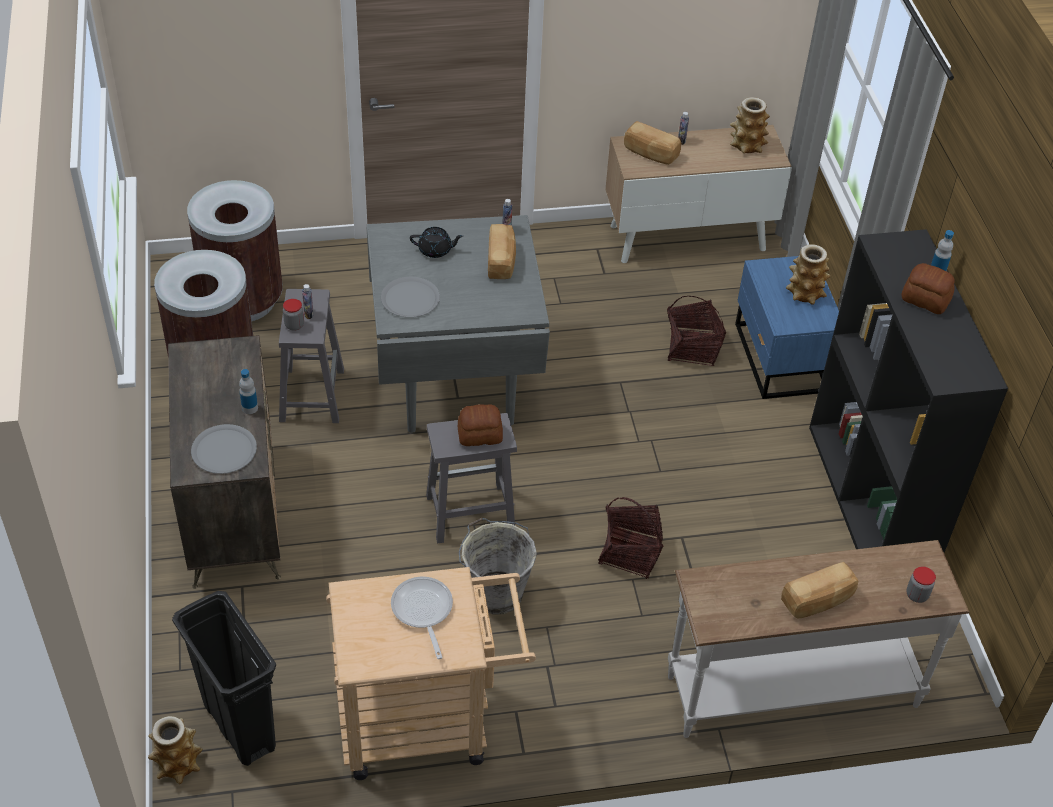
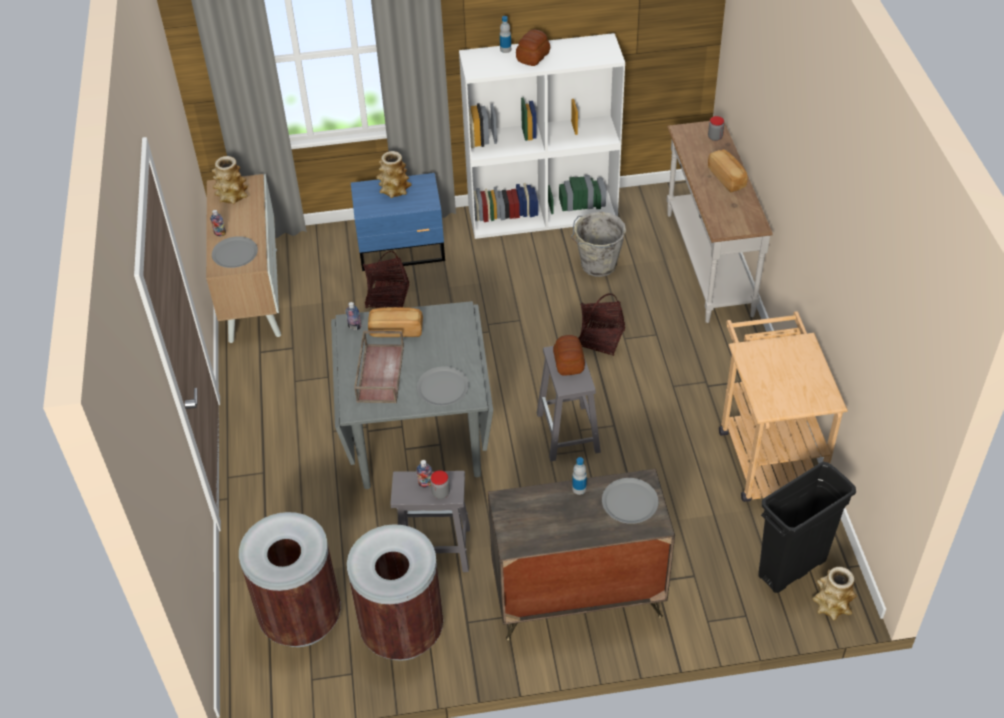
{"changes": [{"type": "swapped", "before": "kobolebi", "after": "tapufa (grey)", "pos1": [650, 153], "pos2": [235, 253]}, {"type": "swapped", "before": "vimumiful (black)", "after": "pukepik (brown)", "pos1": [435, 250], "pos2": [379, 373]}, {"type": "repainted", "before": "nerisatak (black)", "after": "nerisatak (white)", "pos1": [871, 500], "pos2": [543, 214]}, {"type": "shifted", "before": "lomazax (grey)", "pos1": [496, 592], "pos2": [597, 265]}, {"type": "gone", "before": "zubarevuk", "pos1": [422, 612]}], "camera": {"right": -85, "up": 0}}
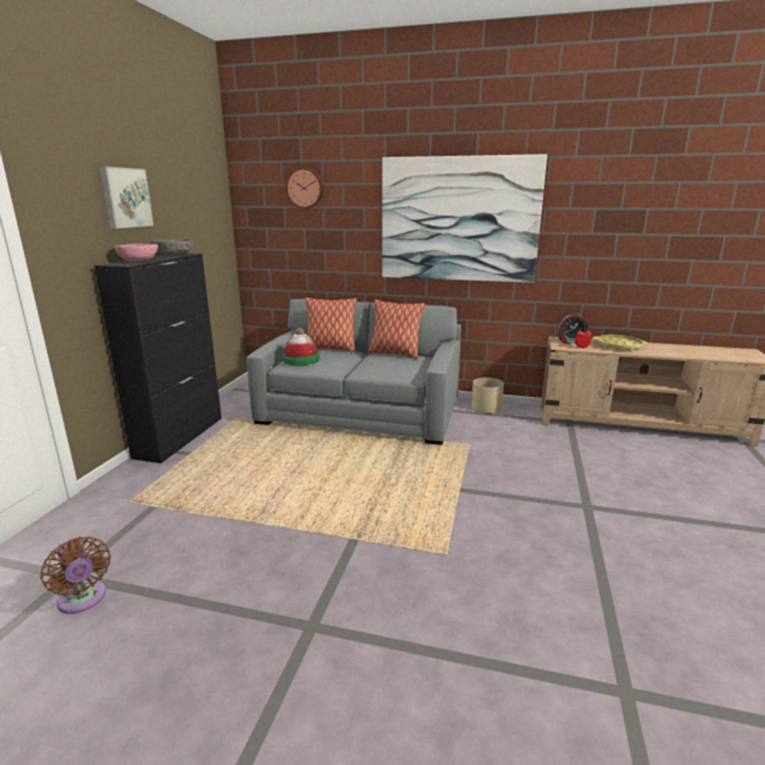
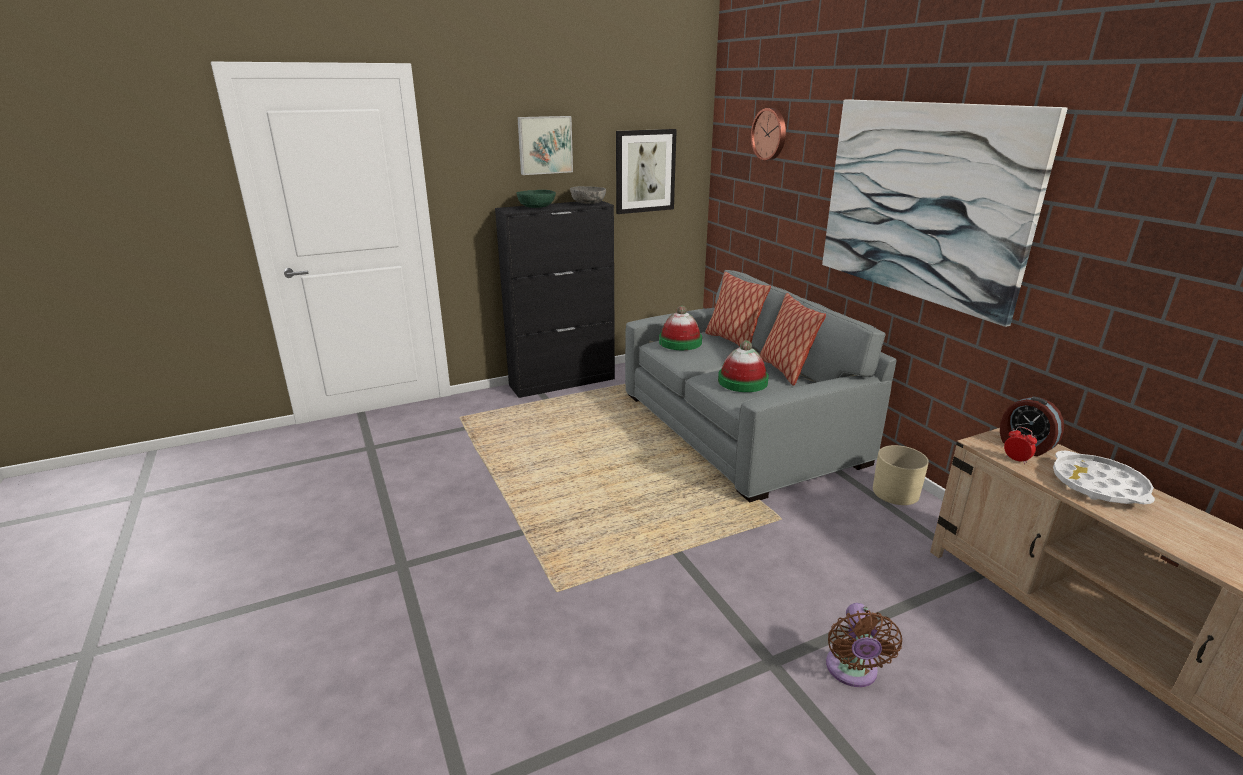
{"changes": [{"type": "repainted", "before": "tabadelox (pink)", "after": "tabadelox (green)", "pos1": [138, 260], "pos2": [537, 207]}, {"type": "repainted", "before": "pukepik (yellow)", "after": "pukepik (white)", "pos1": [618, 346], "pos2": [1098, 485]}, {"type": "shifted", "before": "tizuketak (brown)", "pos1": [83, 600], "pos2": [852, 672]}, {"type": "new", "after": "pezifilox", "pos2": [645, 171]}, {"type": "new", "after": "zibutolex", "pos2": [742, 381]}], "camera": {"right": 50, "up": 5}}
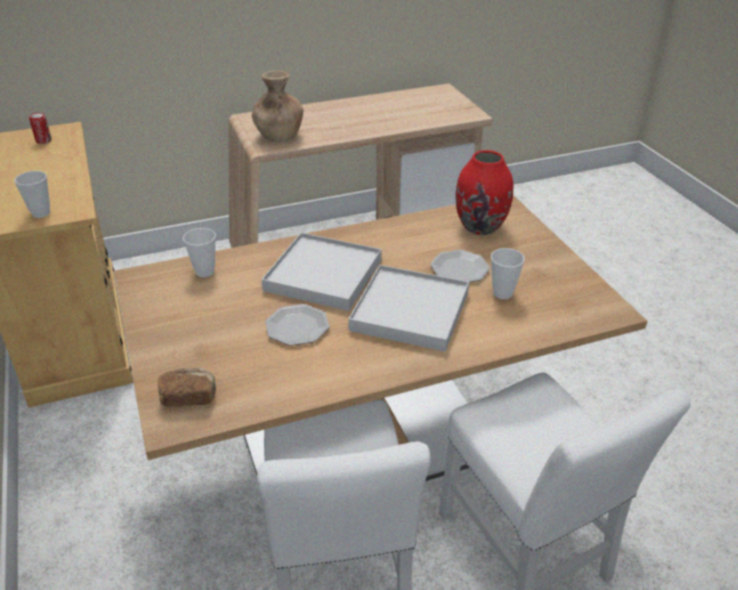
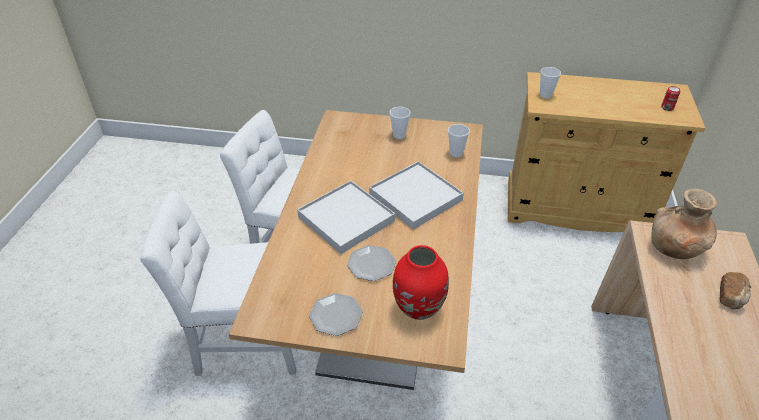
{"changes": [{"type": "shifted", "before": "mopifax", "pos1": [502, 293], "pos2": [399, 135]}, {"type": "shifted", "before": "tapufa", "pos1": [296, 327], "pos2": [336, 315]}, {"type": "shifted", "before": "kobolebi", "pos1": [188, 397], "pos2": [731, 297]}], "camera": {"right": 120, "up": 5}}
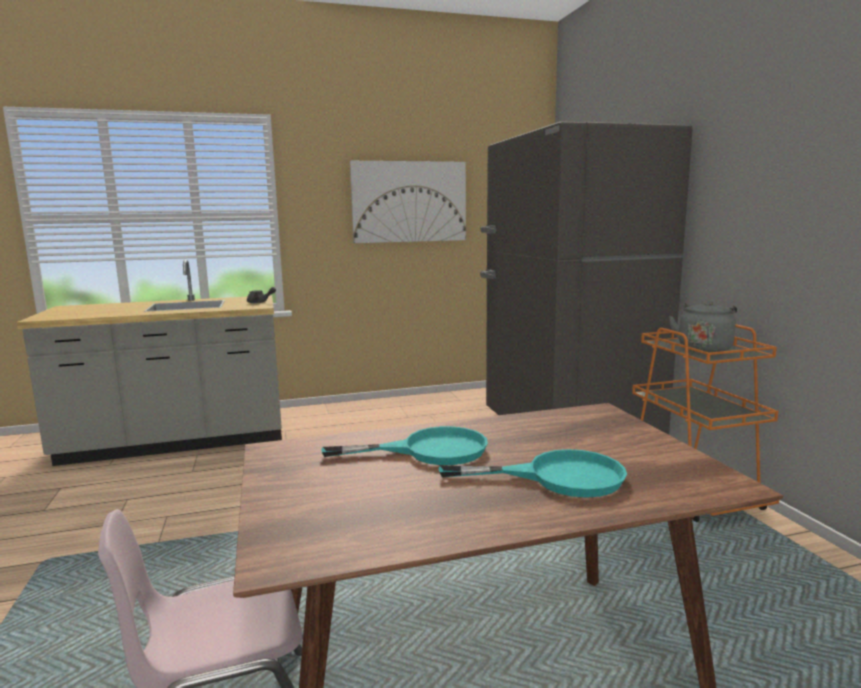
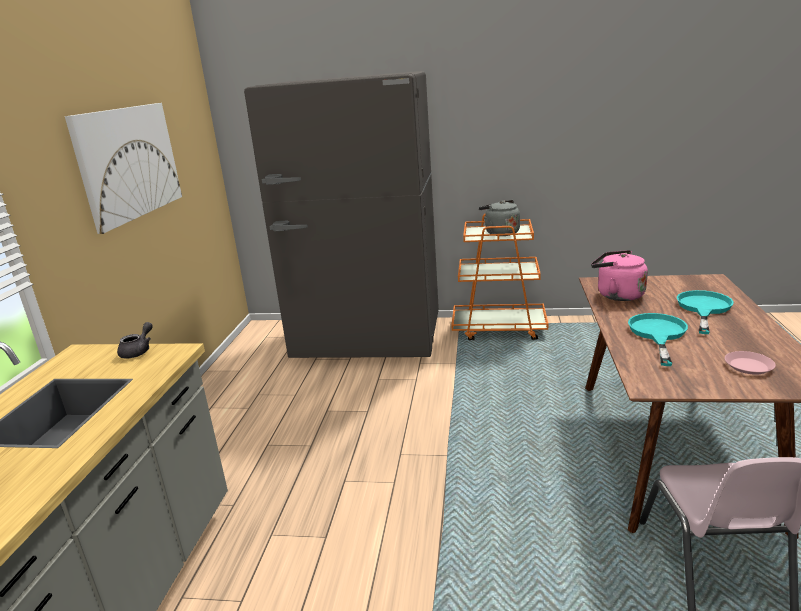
{"changes": [{"type": "new", "after": "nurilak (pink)", "pos2": [617, 295]}, {"type": "new", "after": "tapufa (pink)", "pos2": [748, 366]}], "camera": {"right": -65, "up": 10}}
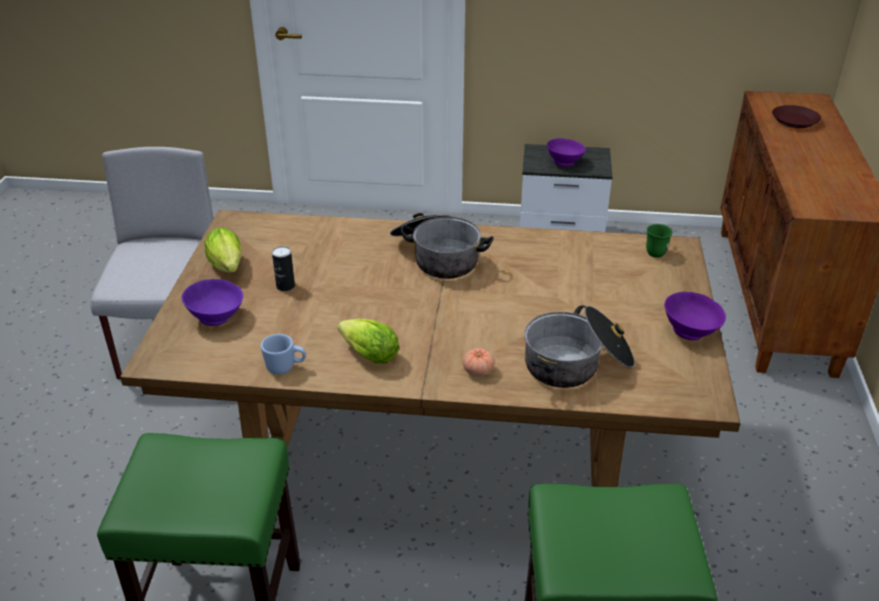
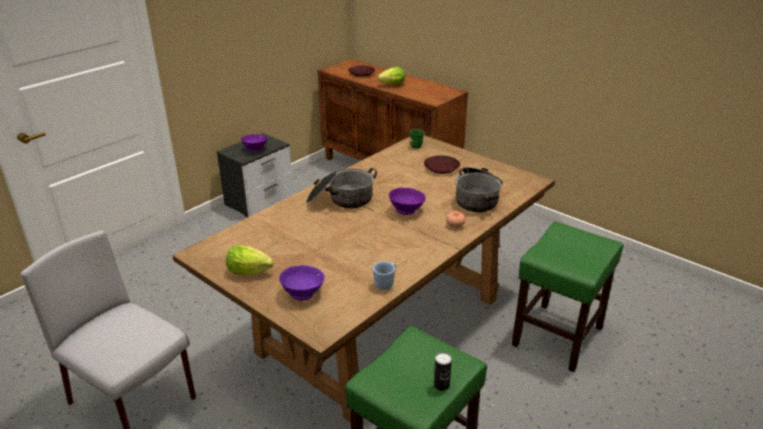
{"changes": [{"type": "shifted", "before": "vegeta", "pos1": [285, 286], "pos2": [441, 385]}, {"type": "shifted", "before": "tabadelox (purple)", "pos1": [690, 332], "pos2": [407, 210]}, {"type": "shifted", "before": "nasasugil", "pos1": [367, 354], "pos2": [391, 85]}, {"type": "new", "after": "tapufa (brown)", "pos2": [441, 167]}], "camera": {"right": -55, "up": -5}}
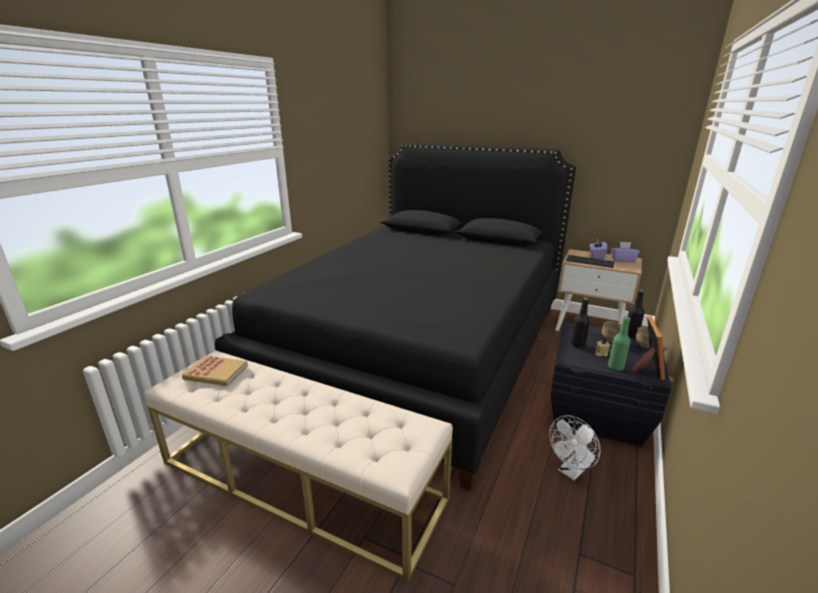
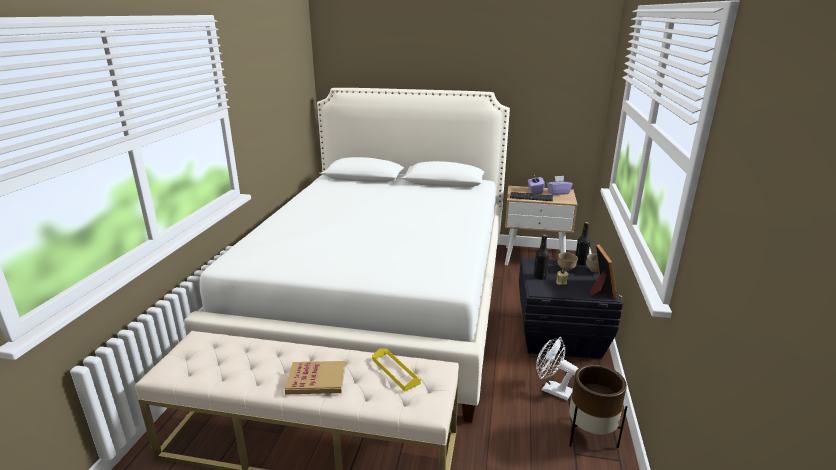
{"changes": [{"type": "repainted", "before": "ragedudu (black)", "after": "ragedudu (white)", "pos1": [420, 348], "pos2": [382, 300]}, {"type": "gone", "before": "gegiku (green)", "pos1": [615, 367]}, {"type": "shifted", "before": "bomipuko", "pos1": [216, 373], "pos2": [316, 380]}, {"type": "rotated", "before": "tizuketak (white)", "pos1": [571, 471], "pos2": [552, 390], "turn": 90}, {"type": "new", "after": "pukepik (yellow)", "pos2": [395, 371]}, {"type": "new", "after": "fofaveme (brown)", "pos2": [589, 436]}], "camera": {"right": -15, "up": 0}}
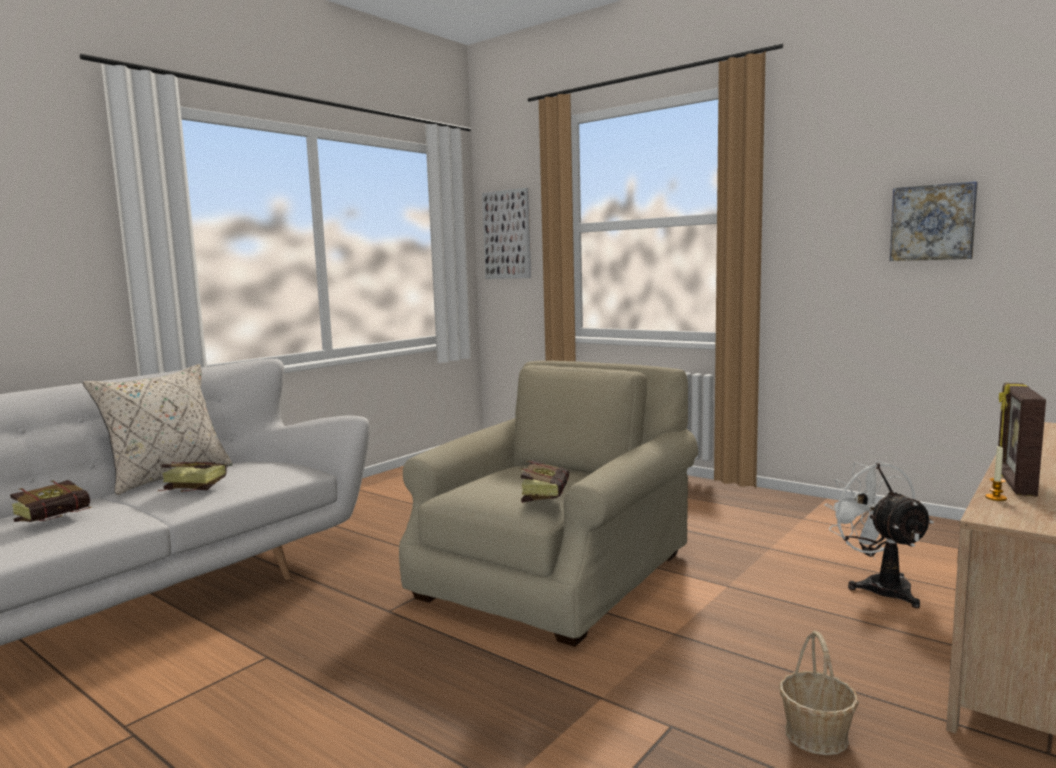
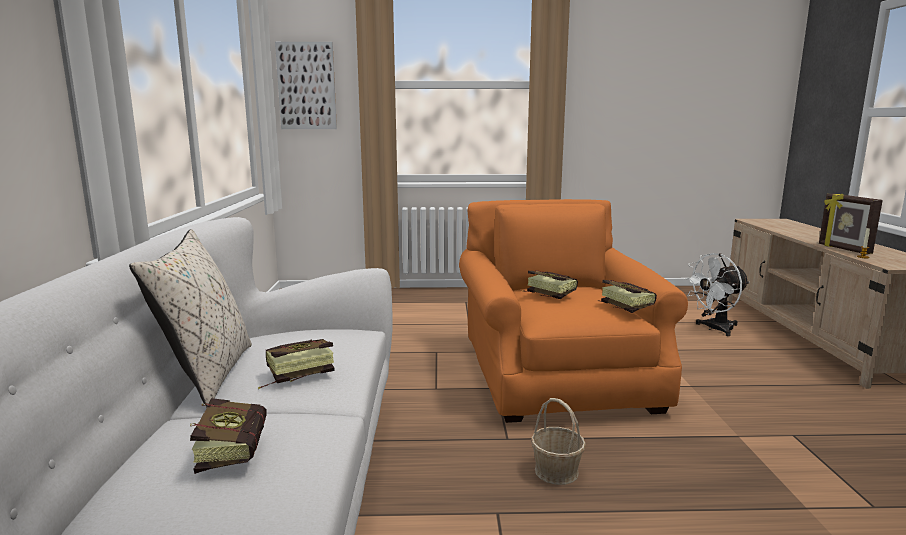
{"changes": [{"type": "gone", "before": "pezifilox", "pos1": [932, 222]}, {"type": "repainted", "before": "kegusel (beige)", "after": "kegusel (orange)", "pos1": [553, 575], "pos2": [557, 374]}, {"type": "rotated", "before": "tizuketak (white)", "pos1": [879, 586], "pos2": [714, 329], "turn": -60}, {"type": "shifted", "before": "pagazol", "pos1": [816, 735], "pos2": [556, 471]}, {"type": "new", "after": "bomipuko", "pos2": [547, 295]}], "camera": {"right": -40, "up": 5}}
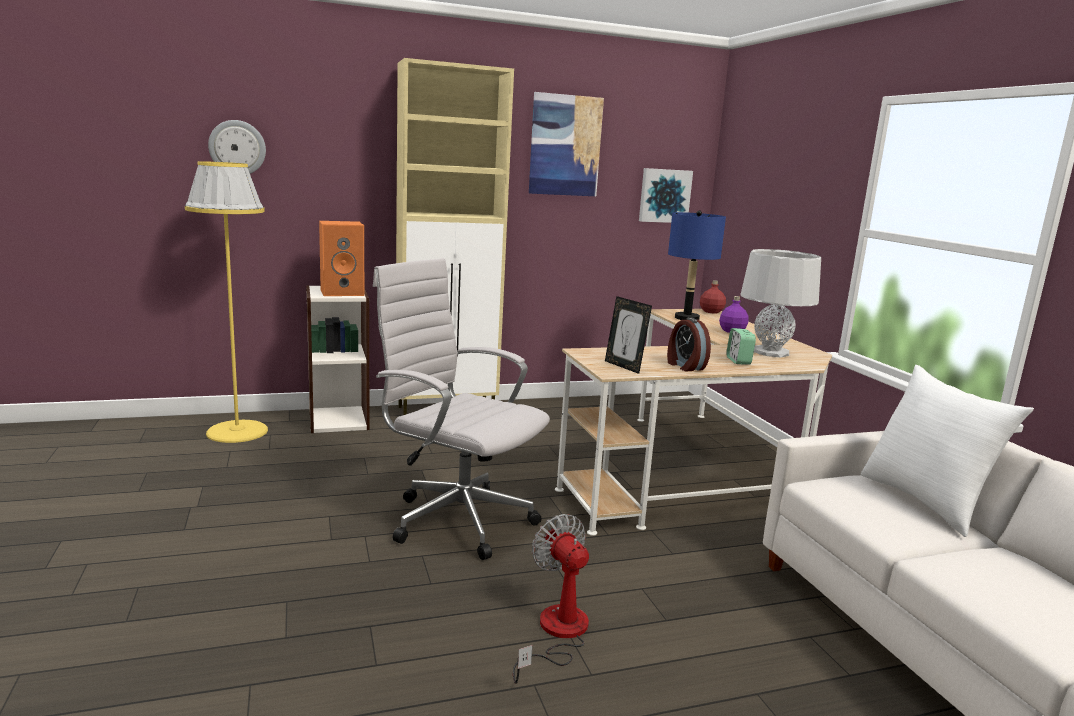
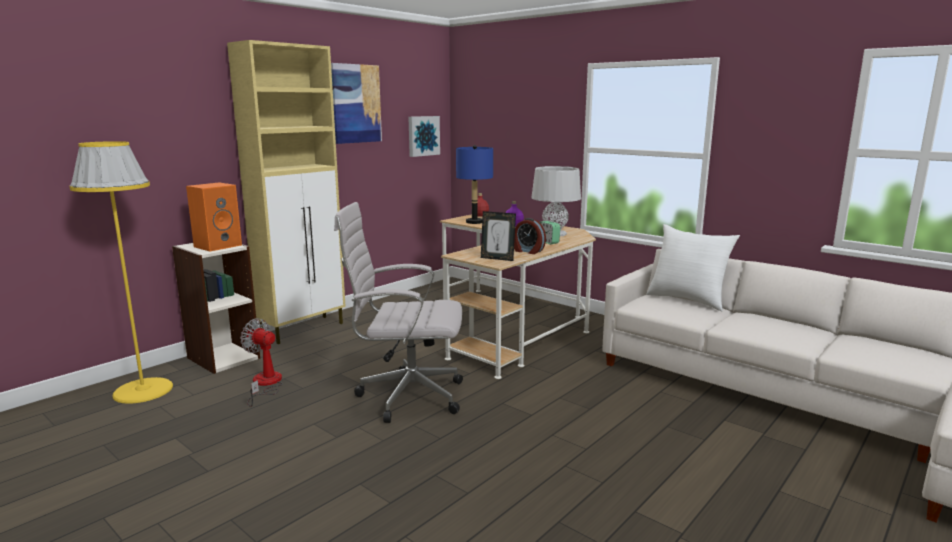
{"changes": [{"type": "gone", "before": "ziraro", "pos1": [237, 148]}, {"type": "shifted", "before": "tizuketak", "pos1": [556, 633], "pos2": [265, 384]}], "camera": {"right": -30, "up": 0}}
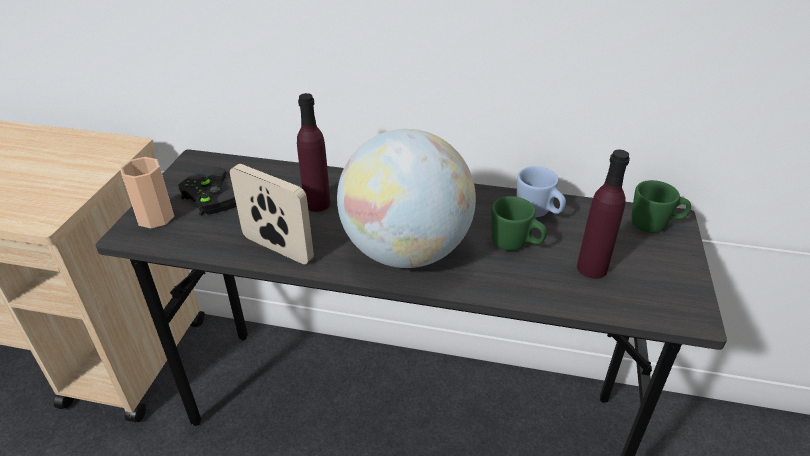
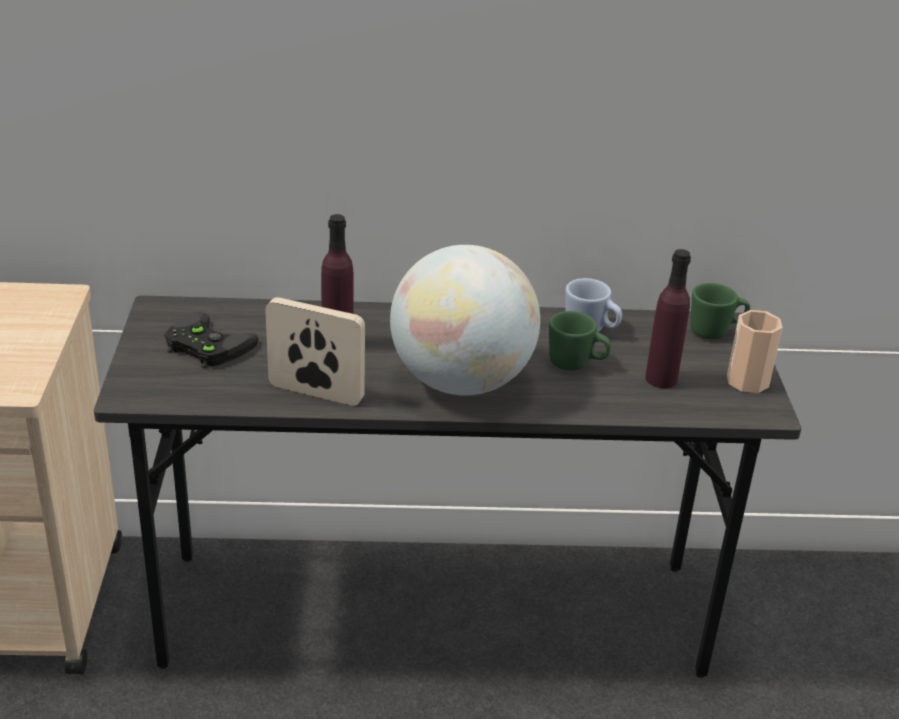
{"changes": [{"type": "shifted", "before": "mopifax", "pos1": [155, 217], "pos2": [747, 381]}], "camera": {"right": -15, "up": -5}}
